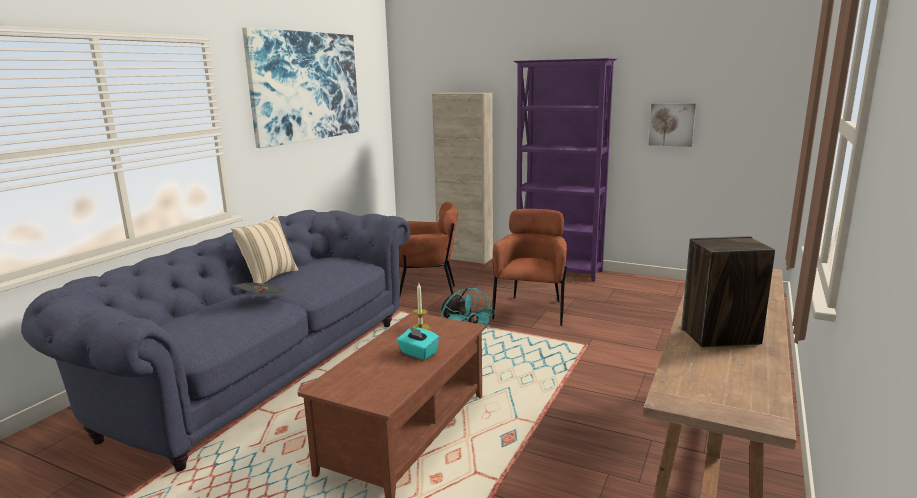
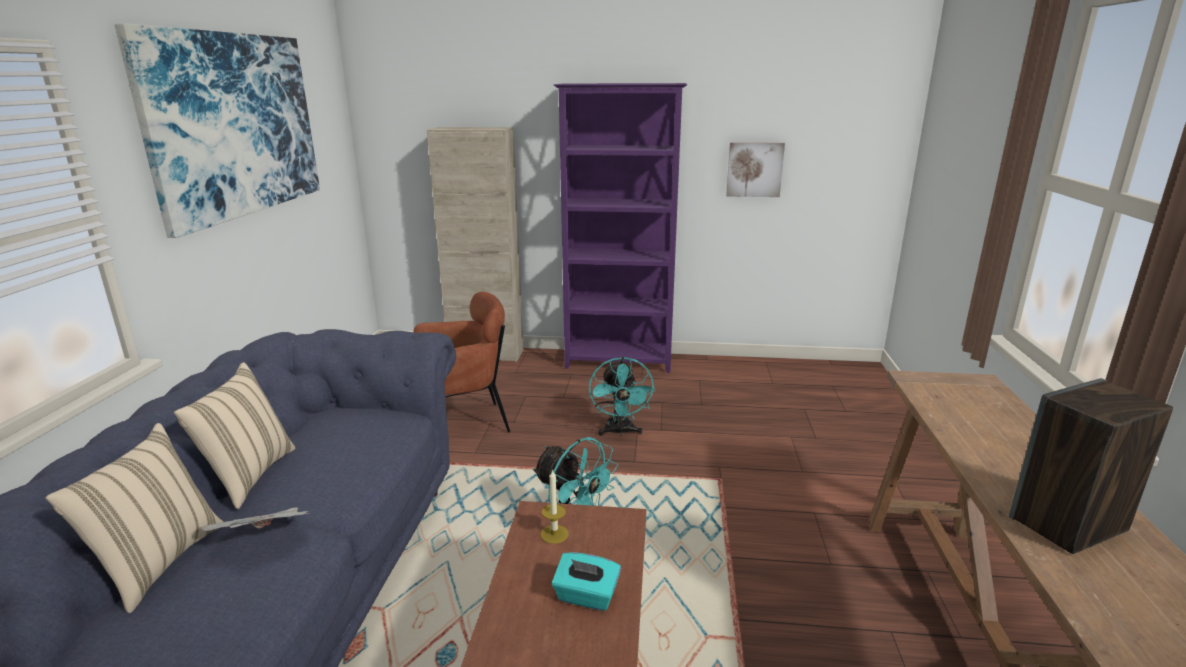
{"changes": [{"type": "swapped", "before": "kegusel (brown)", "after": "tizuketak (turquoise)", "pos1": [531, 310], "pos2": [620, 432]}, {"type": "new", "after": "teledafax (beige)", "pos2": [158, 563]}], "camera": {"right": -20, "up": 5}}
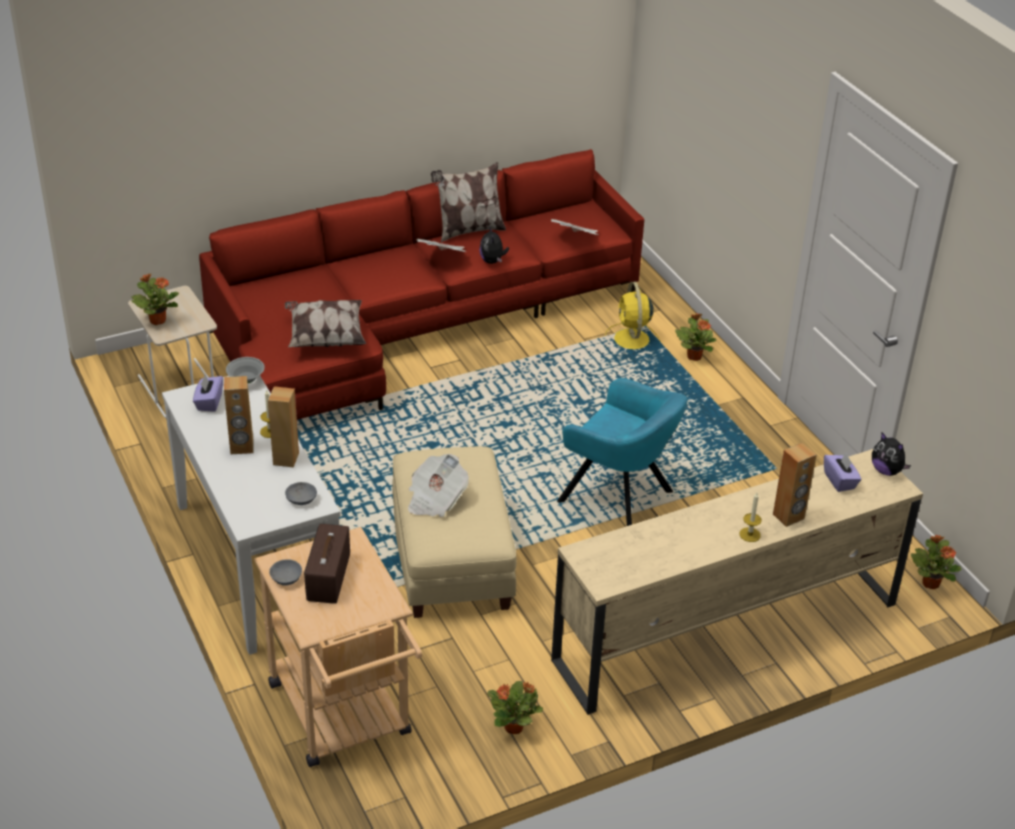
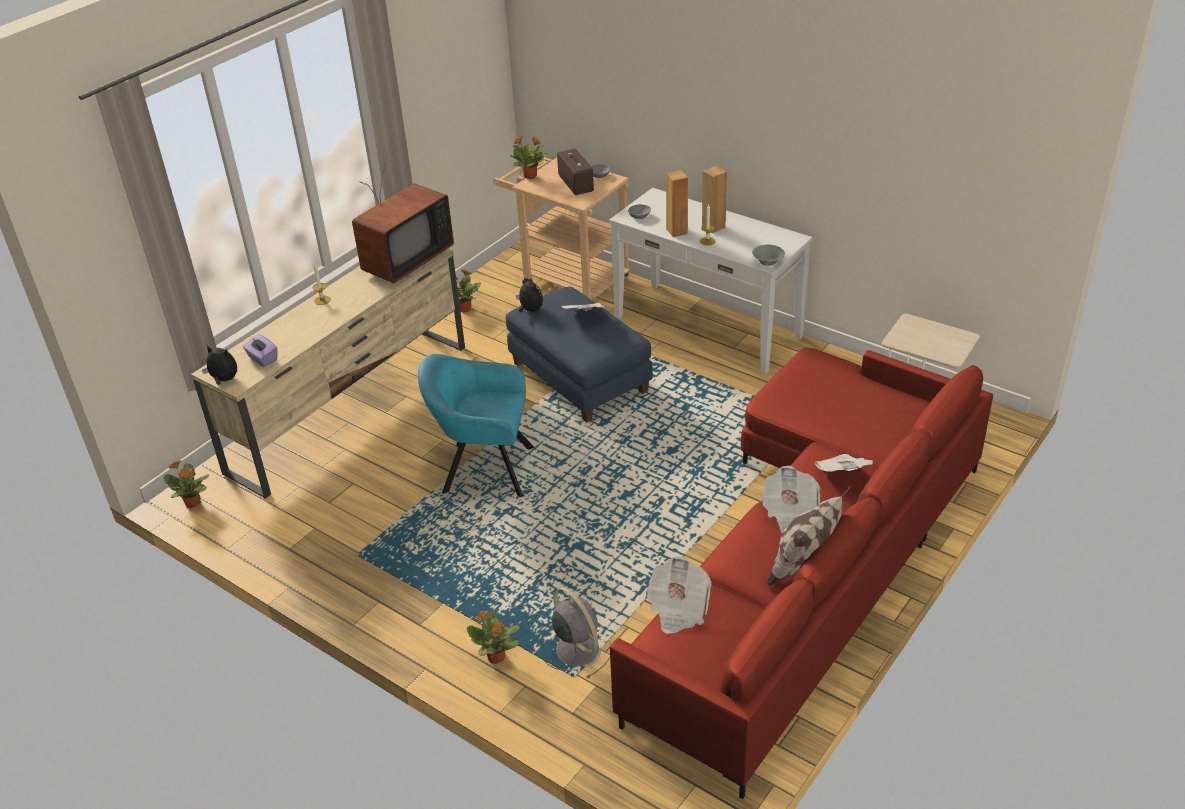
{"changes": [{"type": "shifted", "before": "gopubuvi", "pos1": [492, 261], "pos2": [530, 310]}, {"type": "shifted", "before": "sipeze", "pos1": [157, 320], "pos2": [530, 176]}, {"type": "repainted", "before": "tizuketak (yellow)", "after": "tizuketak (grey)", "pos1": [632, 340], "pos2": [576, 648]}, {"type": "gone", "before": "teledafax", "pos1": [325, 337]}, {"type": "gone", "before": "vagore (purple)", "pos1": [209, 402]}, {"type": "gone", "before": "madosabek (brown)", "pos1": [788, 517]}, {"type": "repainted", "before": "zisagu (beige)", "after": "zisagu (blue)", "pos1": [452, 560], "pos2": [579, 377]}, {"type": "new", "after": "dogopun", "pos2": [403, 260]}, {"type": "new", "after": "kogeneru", "pos2": [842, 474]}], "camera": {"right": 155, "up": 0}}
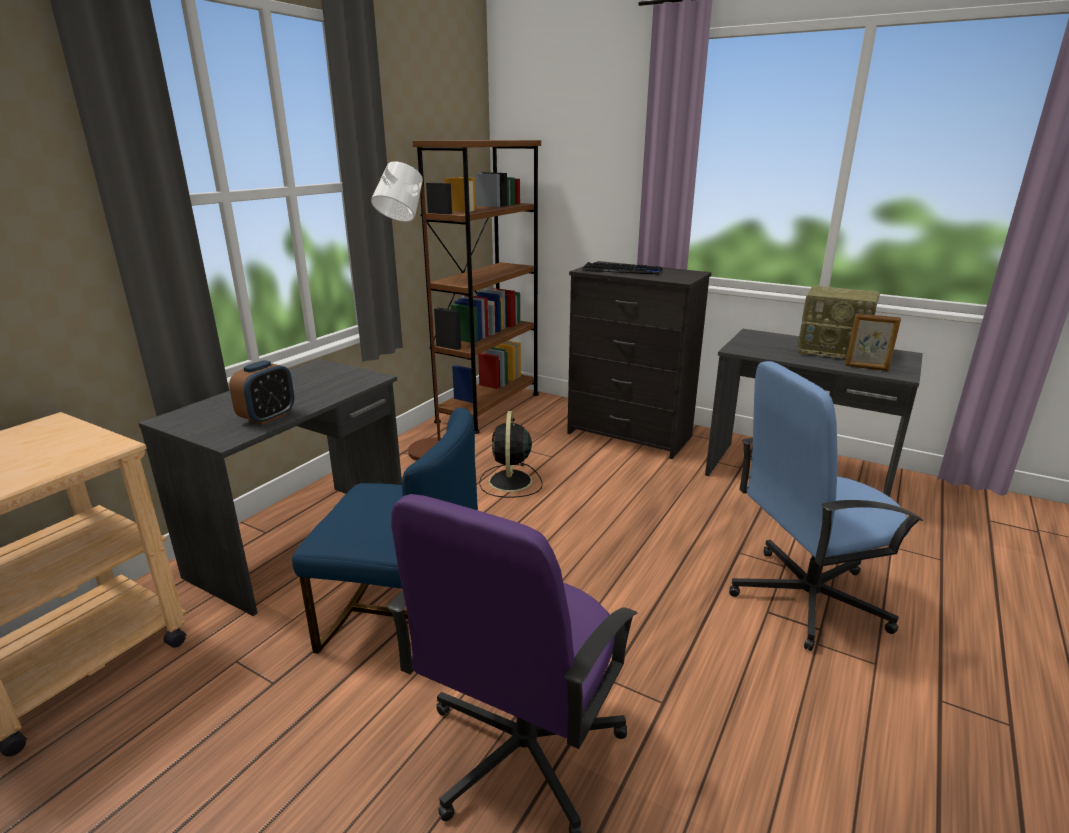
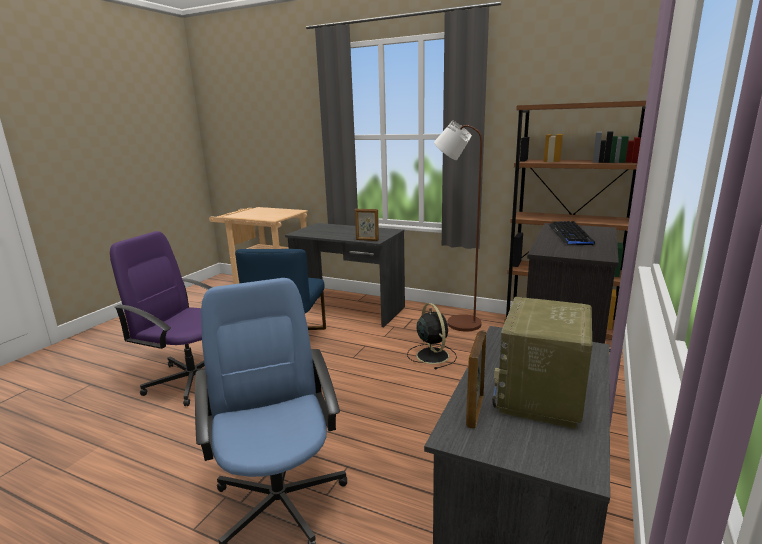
{"changes": [{"type": "gone", "before": "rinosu", "pos1": [267, 417]}, {"type": "rotated", "before": "tizuketak (black)", "pos1": [510, 482], "pos2": [431, 355], "turn": 75}, {"type": "new", "after": "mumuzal", "pos2": [367, 240]}], "camera": {"right": 85, "up": -5}}
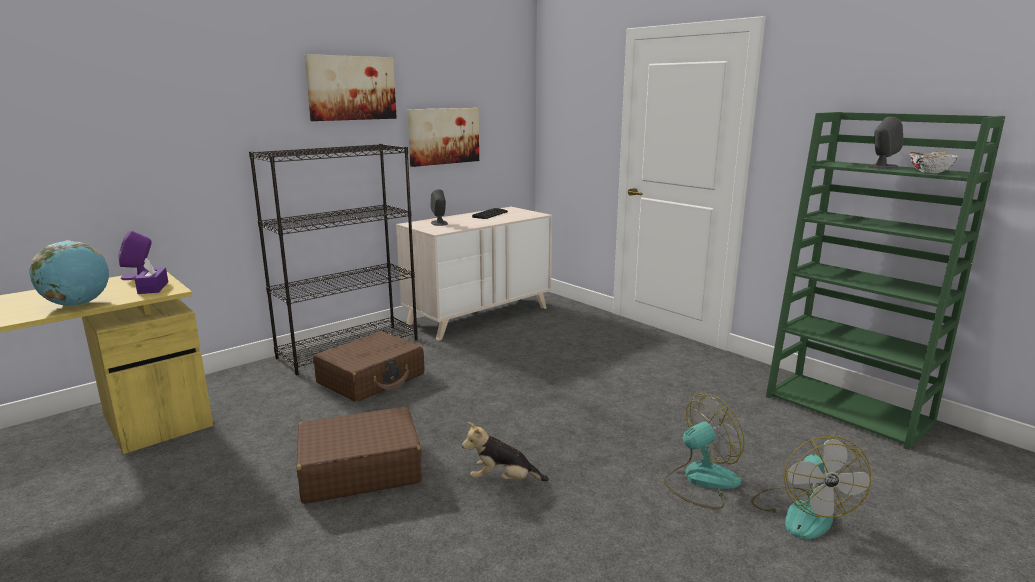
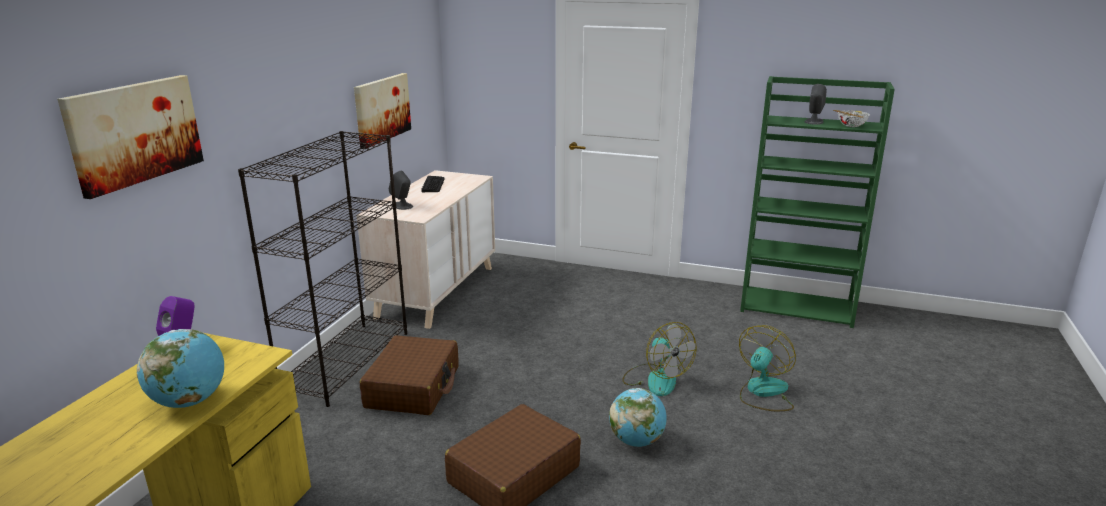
{"changes": [{"type": "shifted", "before": "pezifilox", "pos1": [351, 88], "pos2": [135, 133]}, {"type": "gone", "before": "vagore (purple)", "pos1": [153, 288]}, {"type": "swapped", "before": "gopubuvi", "after": "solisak", "pos1": [503, 480], "pos2": [636, 441]}, {"type": "shifted", "before": "tizuketak", "pos1": [802, 512], "pos2": [655, 379]}], "camera": {"right": -30, "up": 5}}
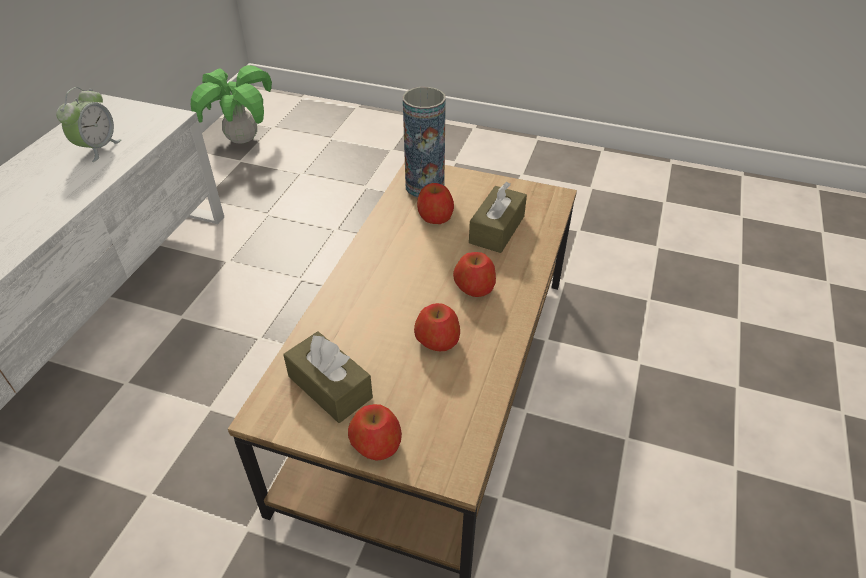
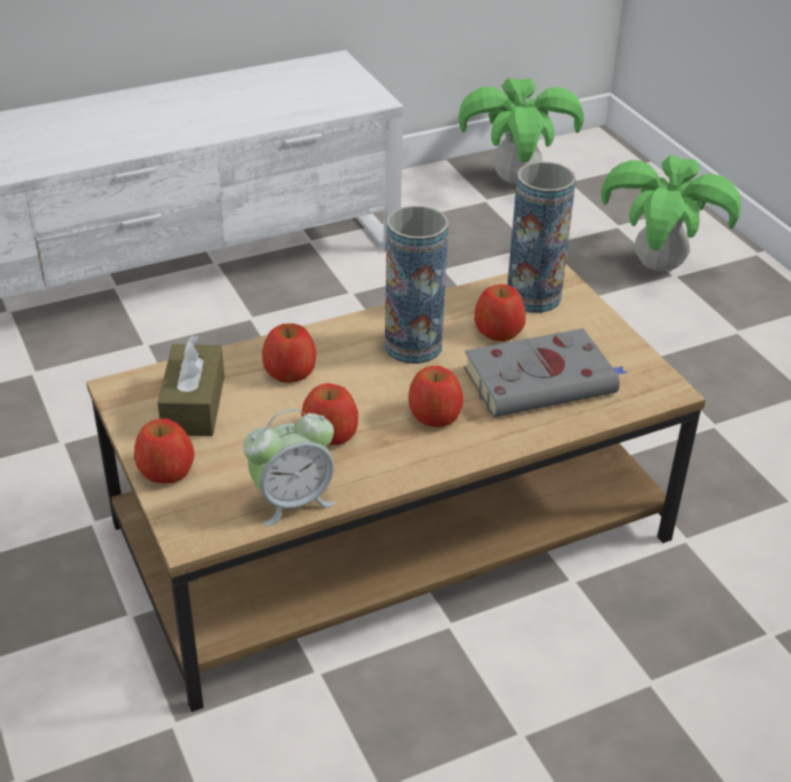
{"changes": [{"type": "shifted", "before": "rinosu", "pos1": [97, 148], "pos2": [292, 501]}, {"type": "swapped", "before": "vagore (brown)", "after": "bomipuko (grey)", "pos1": [497, 229], "pos2": [543, 380]}, {"type": "new", "after": "sipeze", "pos2": [659, 265]}, {"type": "new", "after": "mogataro", "pos2": [413, 346]}, {"type": "new", "after": "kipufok", "pos2": [290, 371]}], "camera": {"right": 45, "up": -5}}
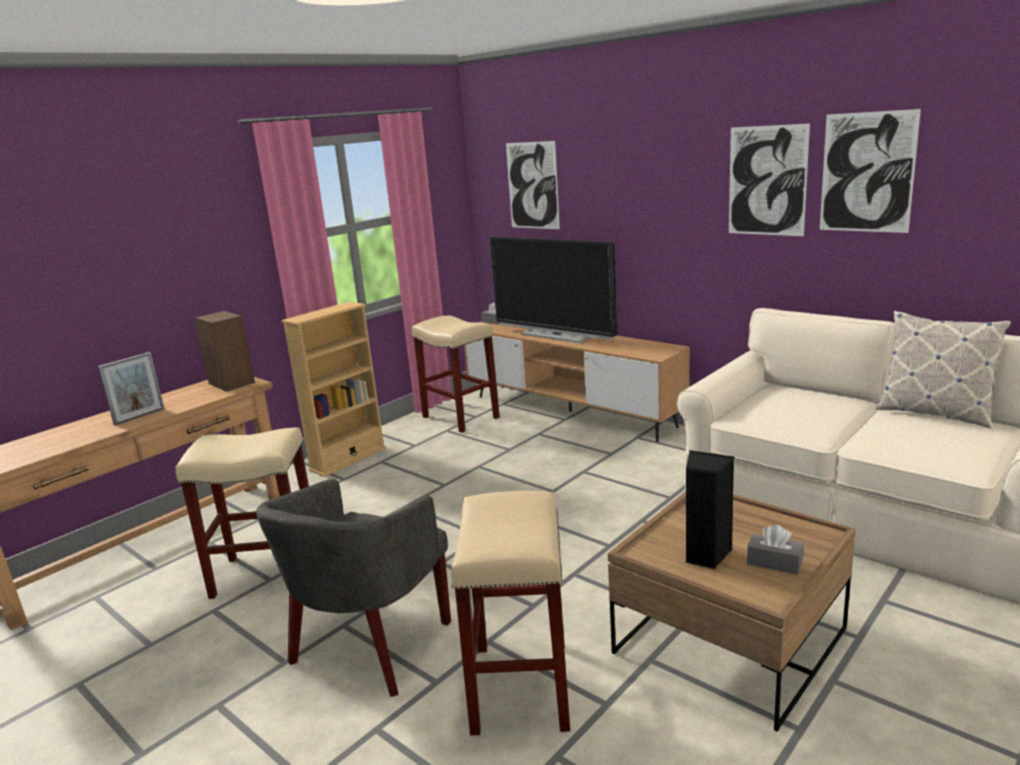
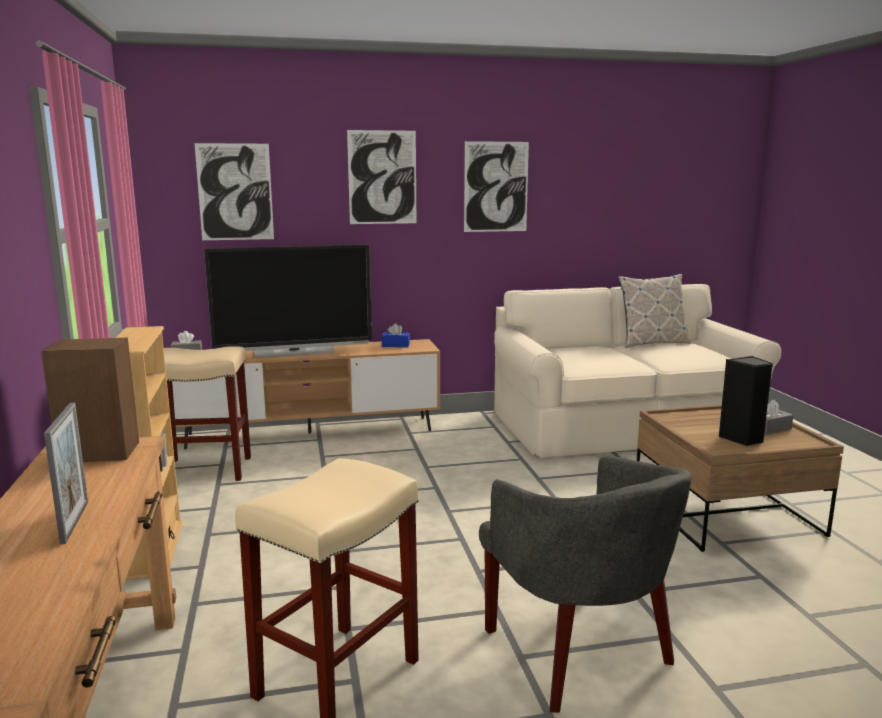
{"changes": [{"type": "shifted", "before": "pezifilox", "pos1": [867, 173], "pos2": [382, 177]}, {"type": "gone", "before": "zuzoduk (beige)", "pos1": [521, 688]}, {"type": "new", "after": "vagore (blue)", "pos2": [395, 345]}], "camera": {"right": -55, "up": -5}}
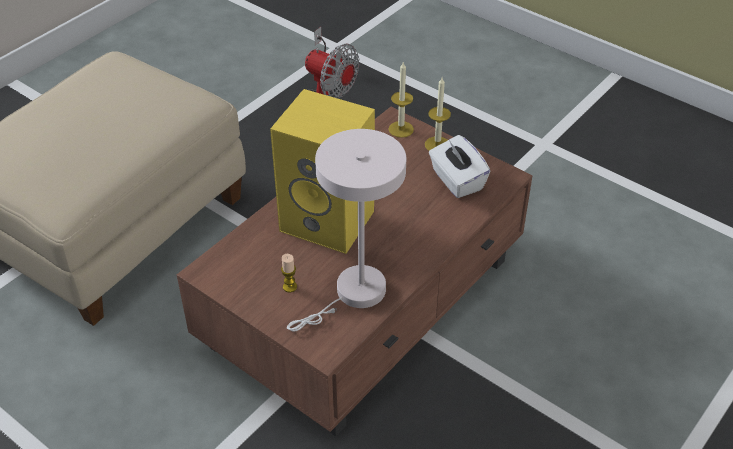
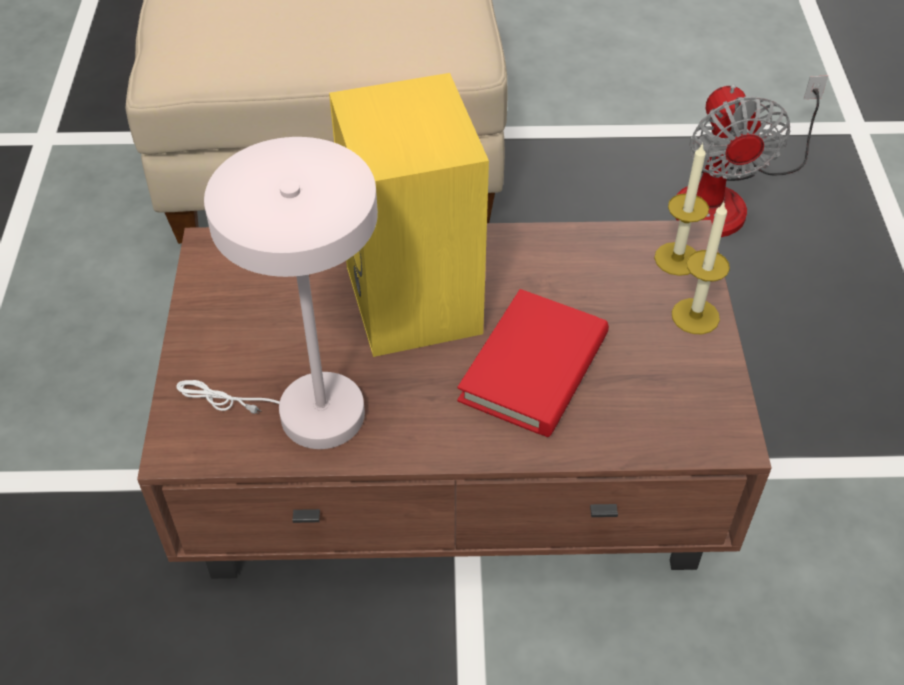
{"changes": [{"type": "gone", "before": "vagore (white)", "pos1": [456, 181]}, {"type": "gone", "before": "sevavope", "pos1": [290, 287]}, {"type": "new", "after": "bomipuko (red)", "pos2": [534, 368]}], "camera": {"right": 50, "up": 5}}
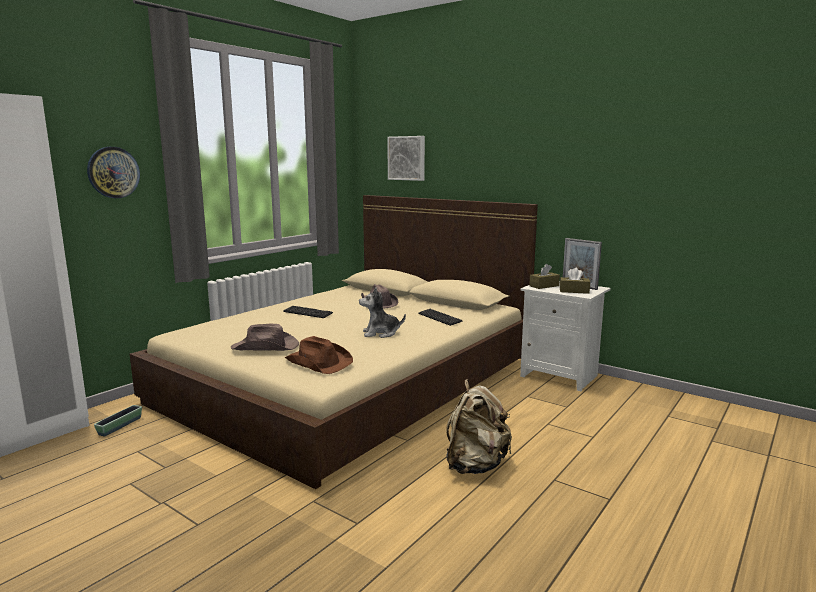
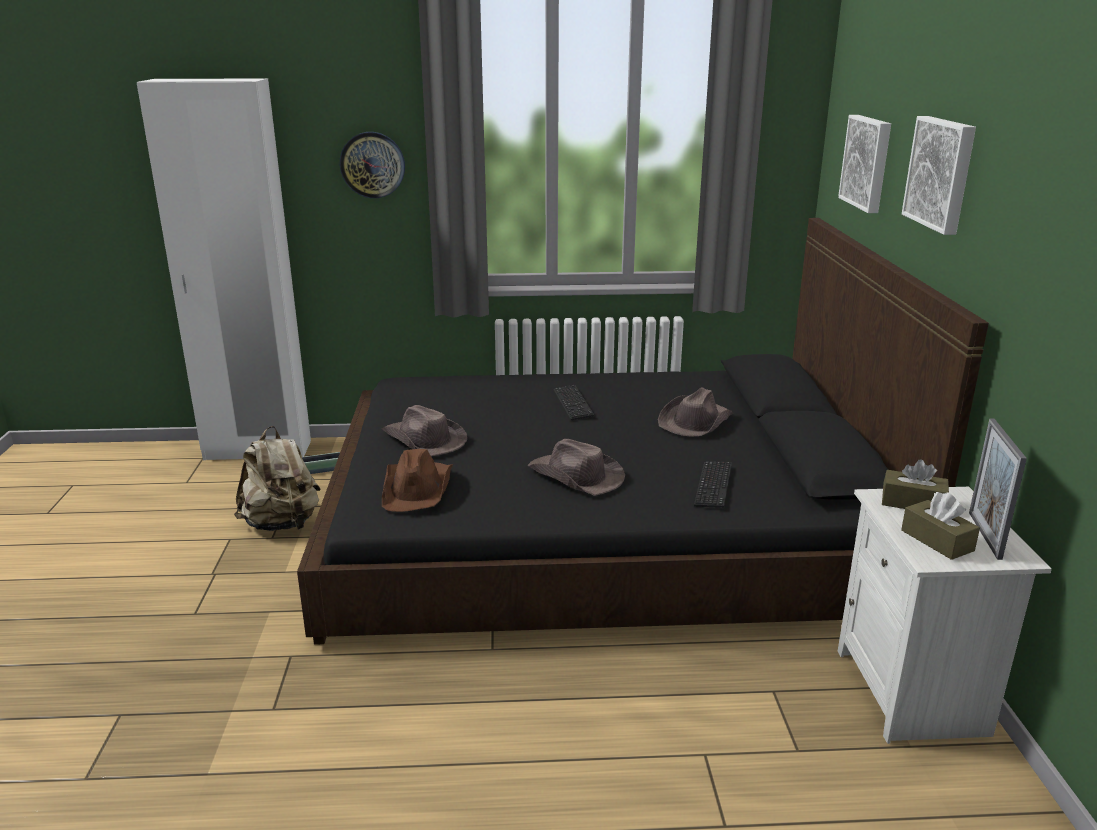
{"changes": [{"type": "repainted", "before": "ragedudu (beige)", "after": "ragedudu (black)", "pos1": [353, 379], "pos2": [600, 524]}, {"type": "swapped", "before": "gopubuvi", "after": "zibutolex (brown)", "pos1": [380, 333], "pos2": [576, 476]}, {"type": "shifted", "before": "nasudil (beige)", "pos1": [475, 465], "pos2": [282, 524]}, {"type": "new", "after": "pezifilox", "pos2": [942, 173]}], "camera": {"right": 50, "up": 10}}
